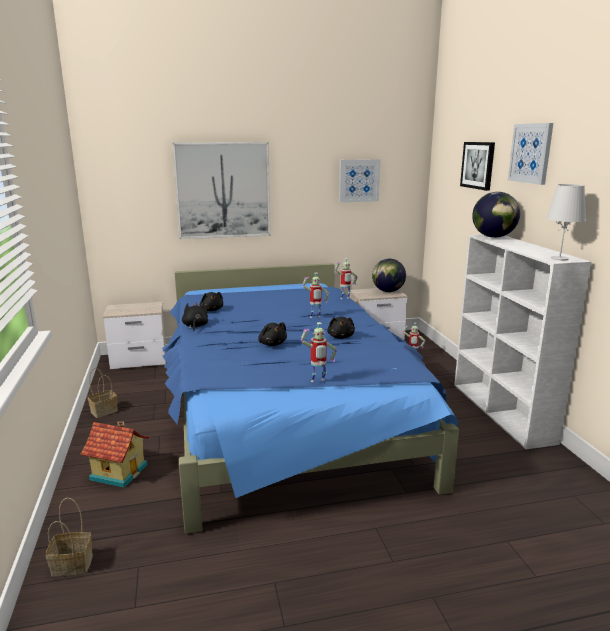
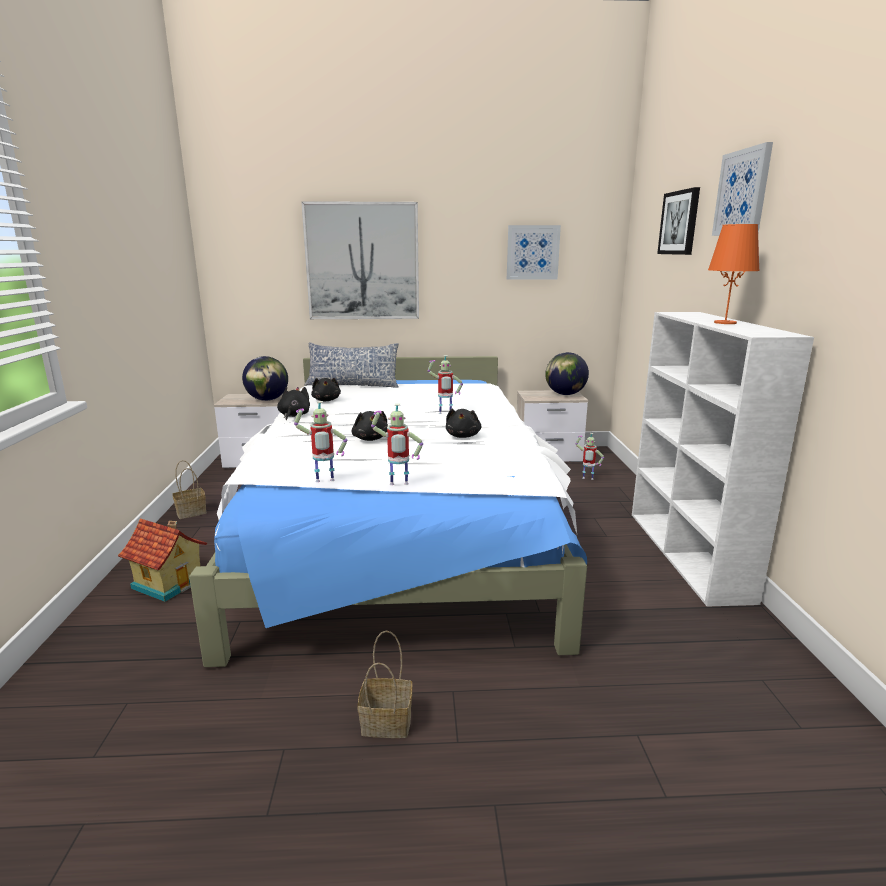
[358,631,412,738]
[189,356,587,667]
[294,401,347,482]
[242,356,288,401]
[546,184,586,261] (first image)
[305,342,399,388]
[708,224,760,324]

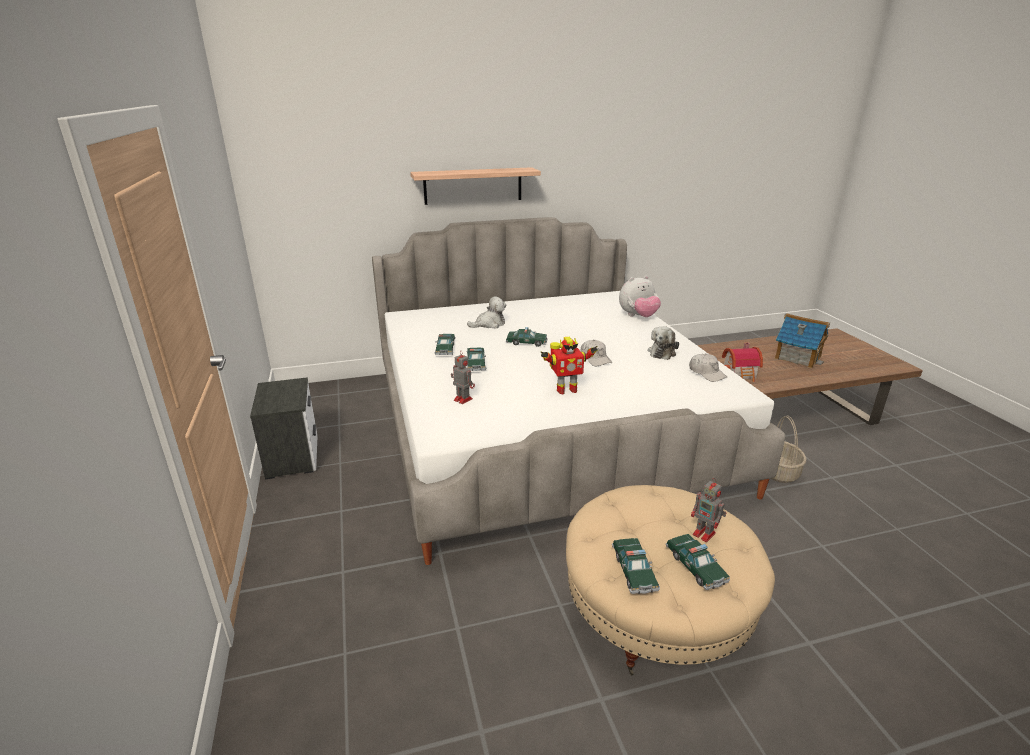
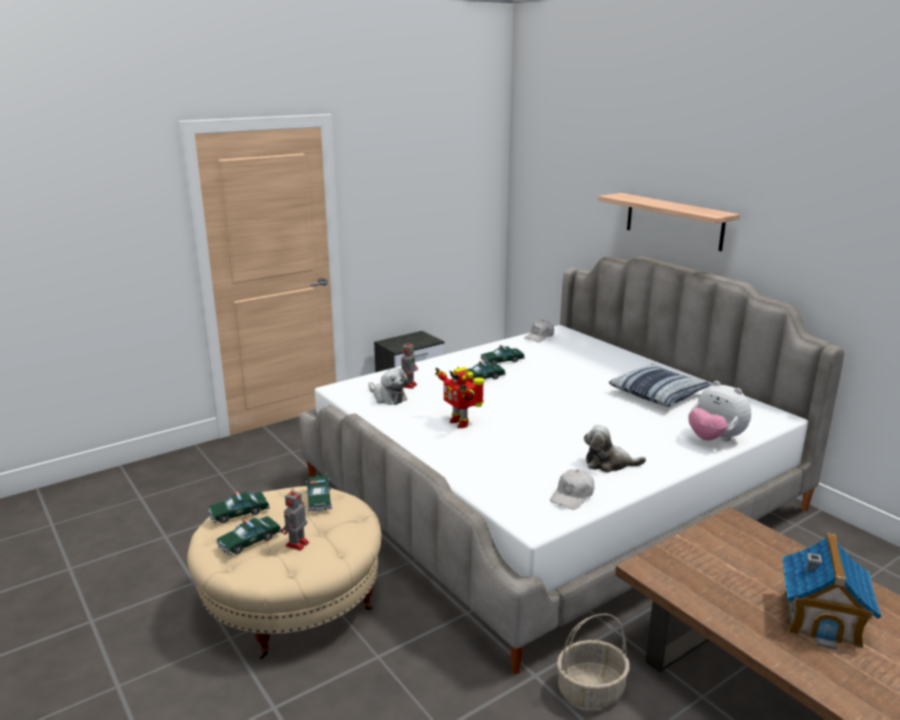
[369,368,408,405]
[306,476,333,511]
[525,320,554,342]
[722,342,763,382] (first image)
[609,364,712,407]

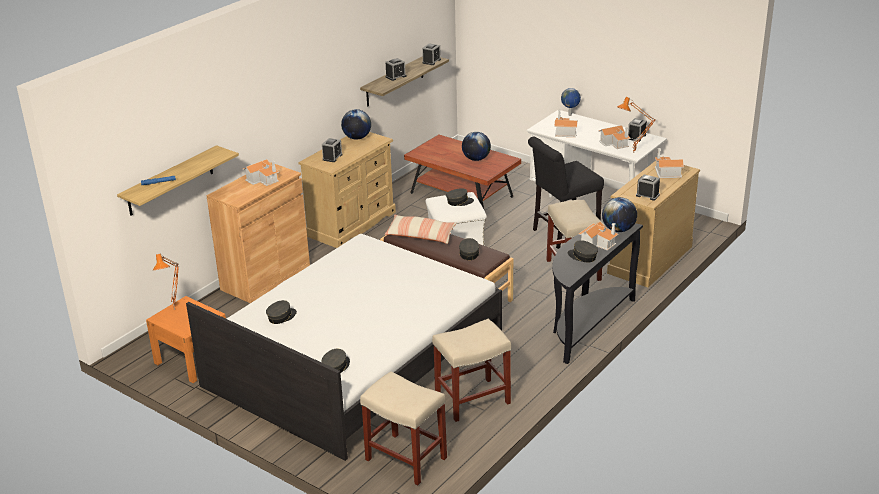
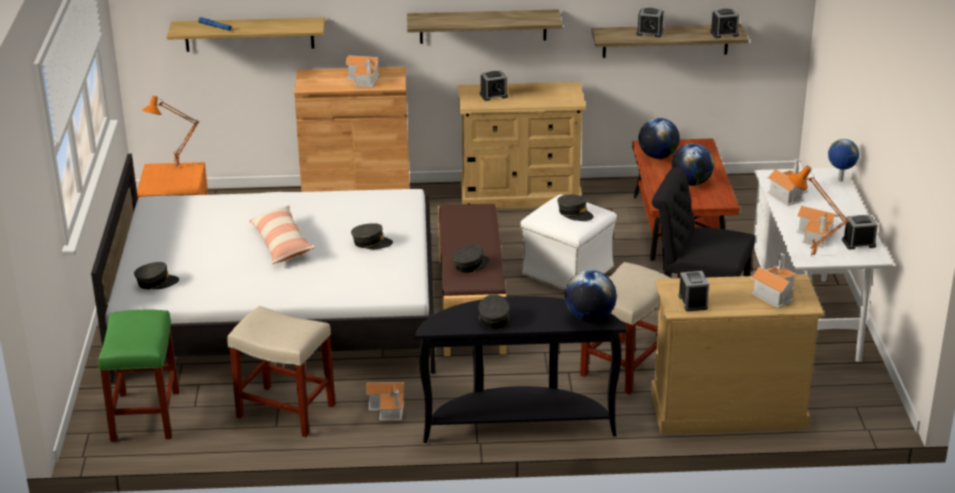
[351,223,393,249]
[639,118,680,159]
[98,309,179,442]
[249,205,315,264]
[366,382,404,421]
[407,9,562,44]

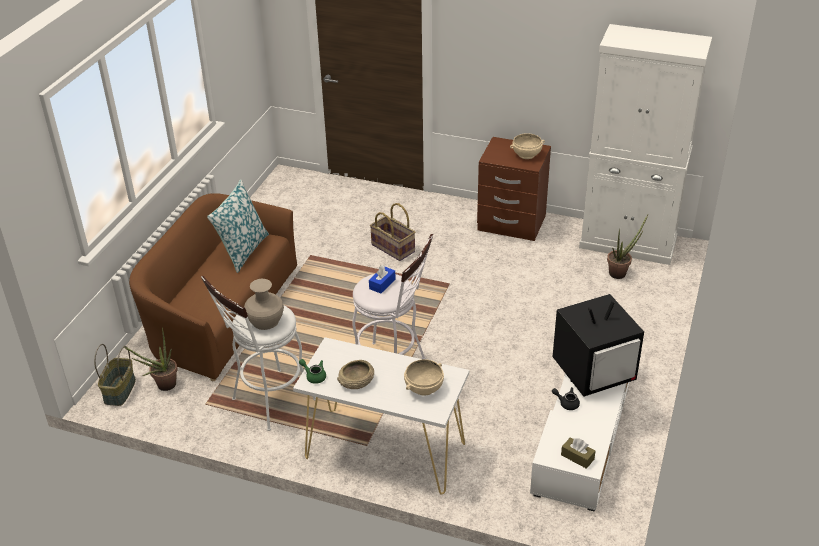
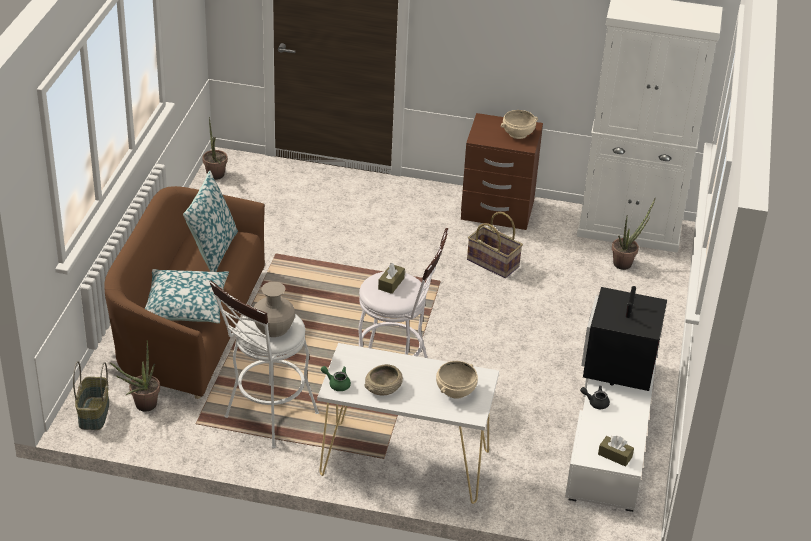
[378,263,405,294]
[467,212,523,278]
[581,286,667,391]
[145,269,229,323]
[202,117,228,180]

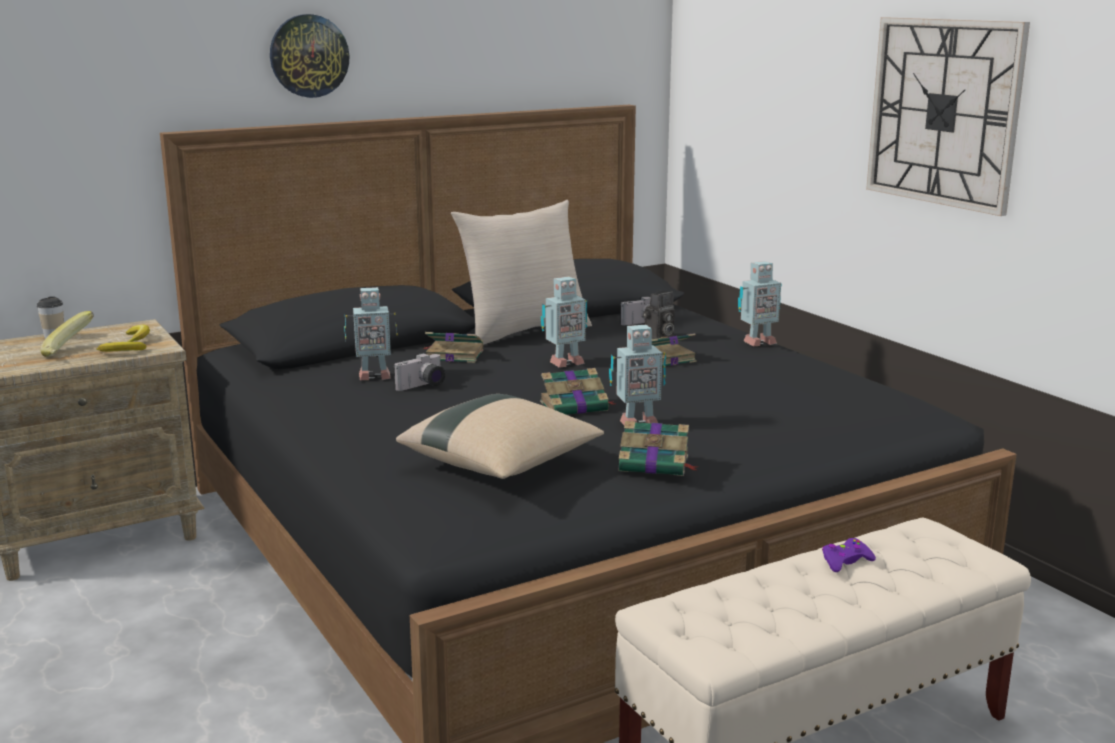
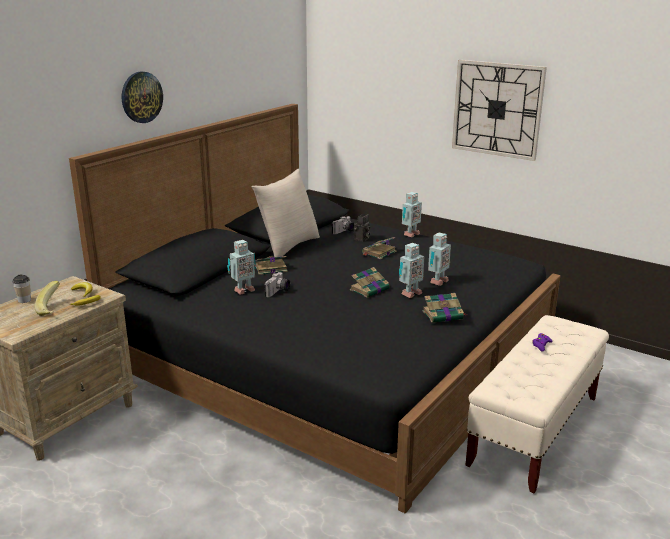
[396,394,604,479] (first image)
[428,232,451,286]

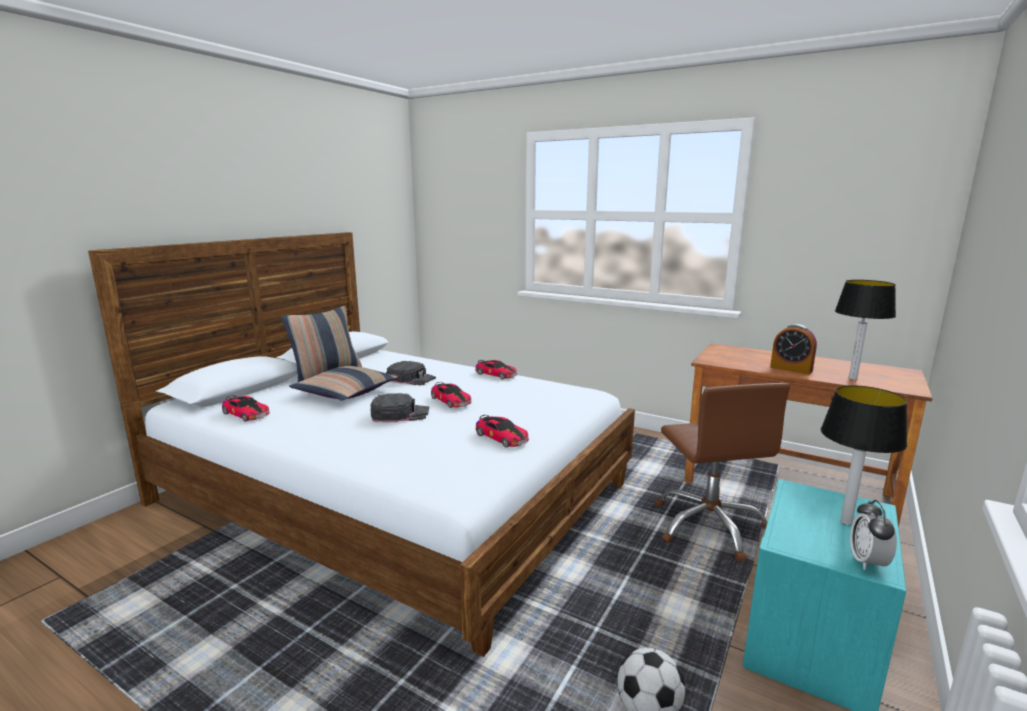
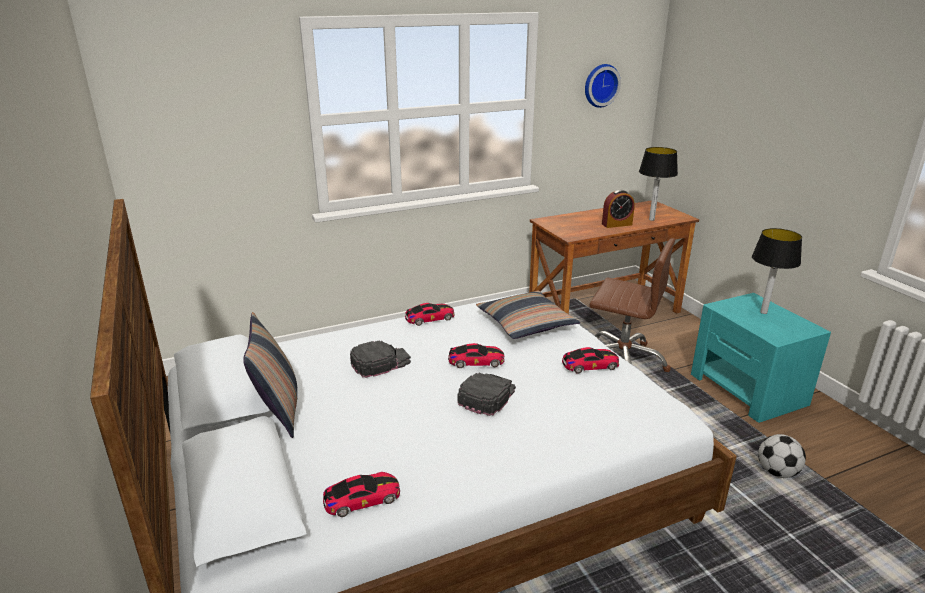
[476,291,580,339]
[850,500,897,570] (first image)
[585,64,621,108]

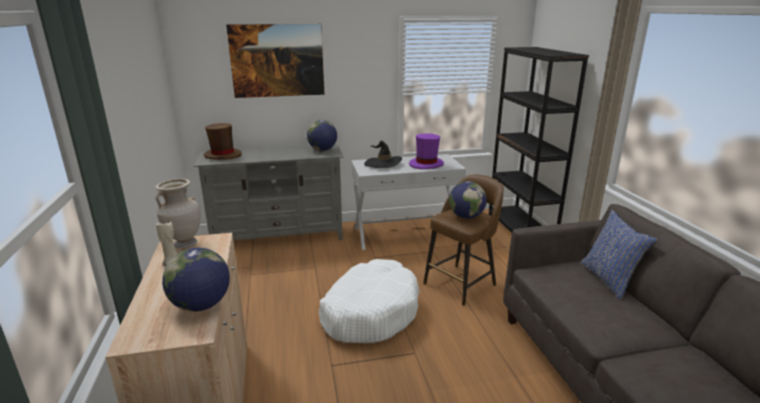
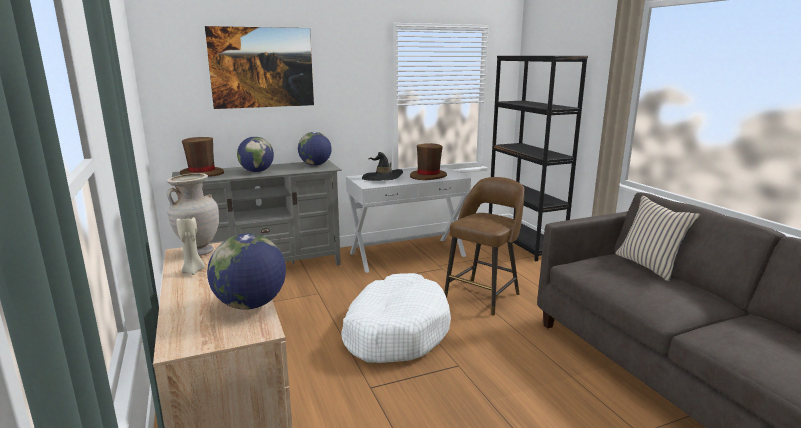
[410,143,447,180]
[237,137,274,172]
[615,196,701,282]

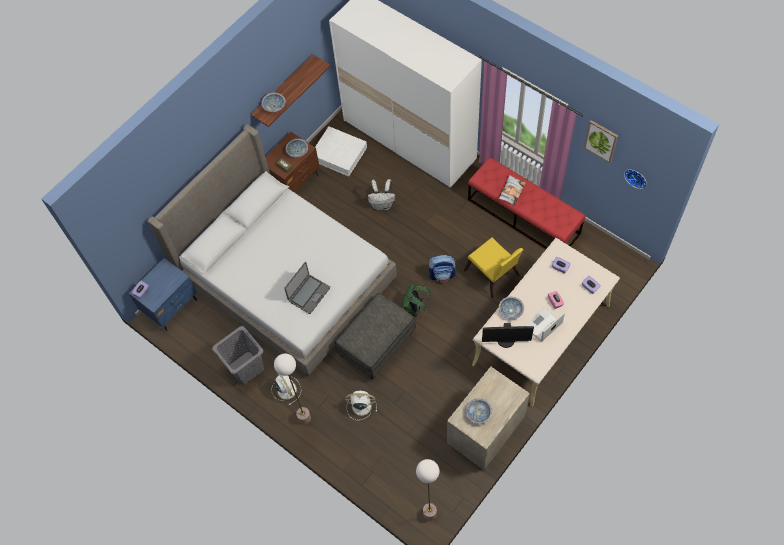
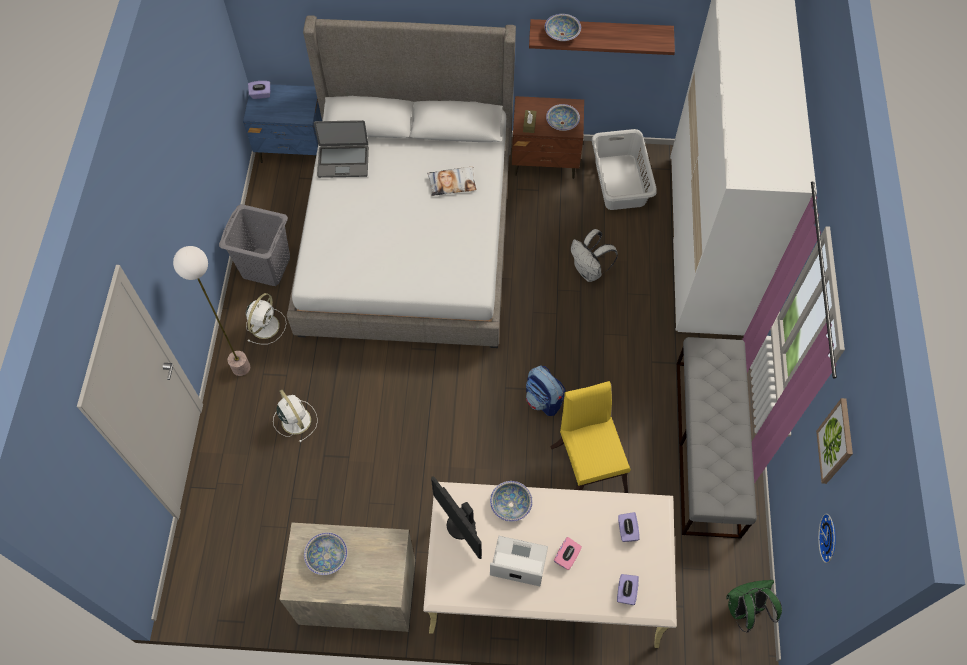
[314,120,369,178]
[592,129,657,210]
[335,293,416,379] (first image)
[726,580,782,633]
[416,459,439,520] (first image)
[550,381,631,493]
[677,337,757,539]
[427,167,476,196]

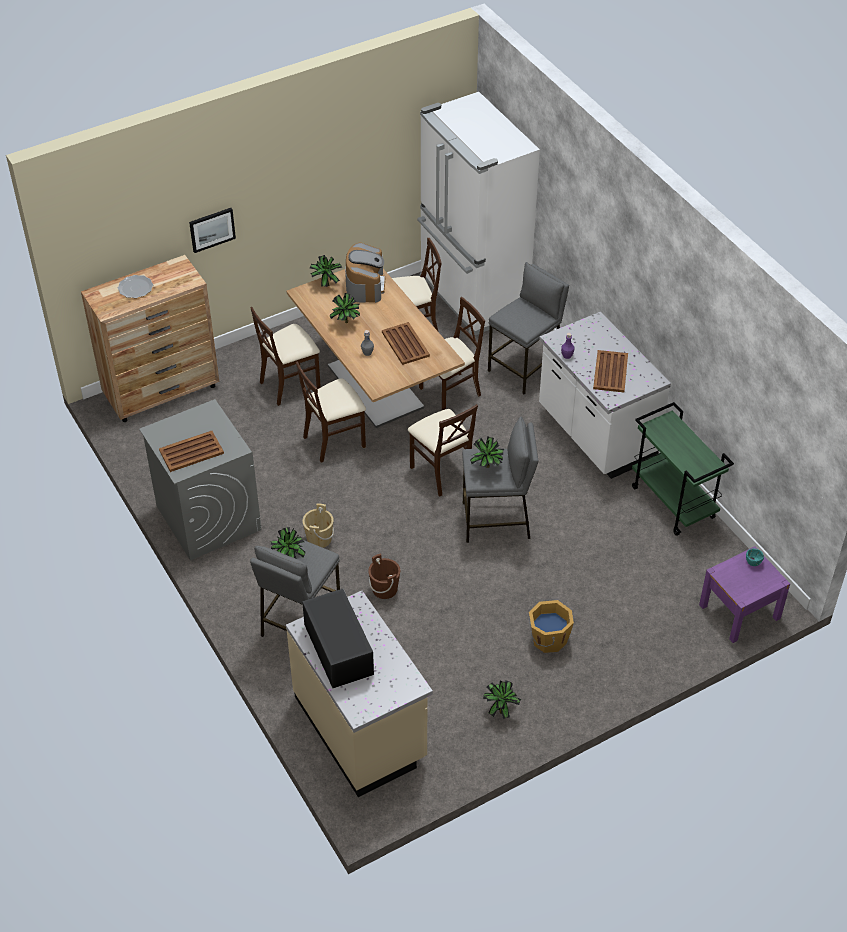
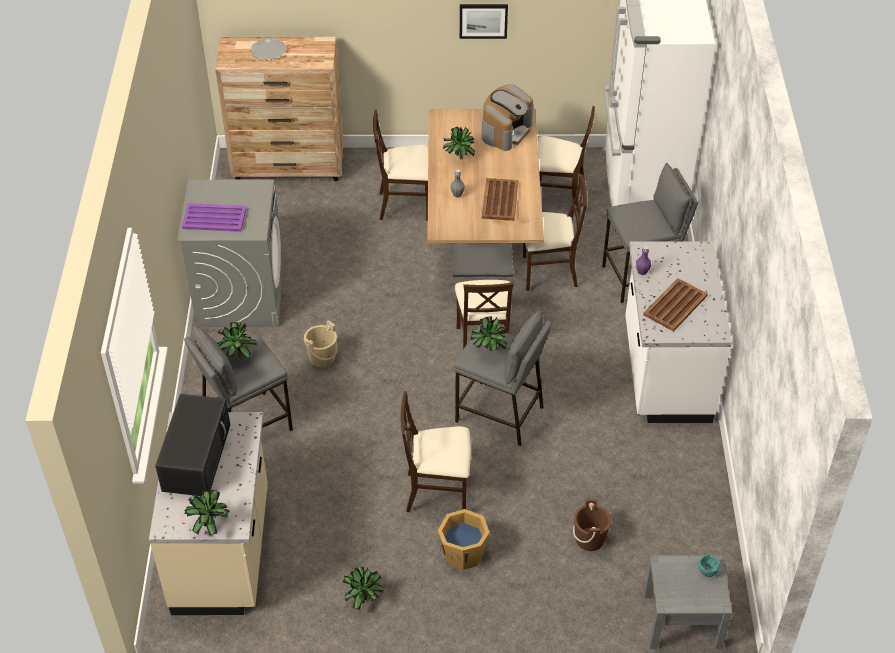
[182,203,247,232]
[460,4,508,39]
[401,391,471,512]
[185,489,230,536]
[573,499,611,551]
[632,402,734,536] (first image)
[644,555,732,649]

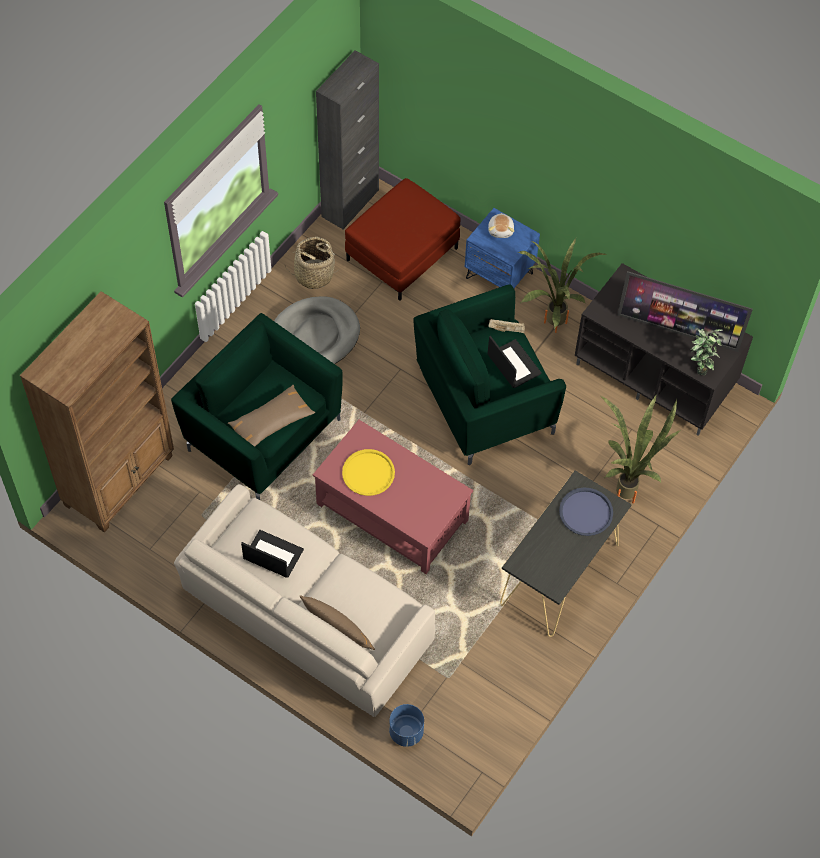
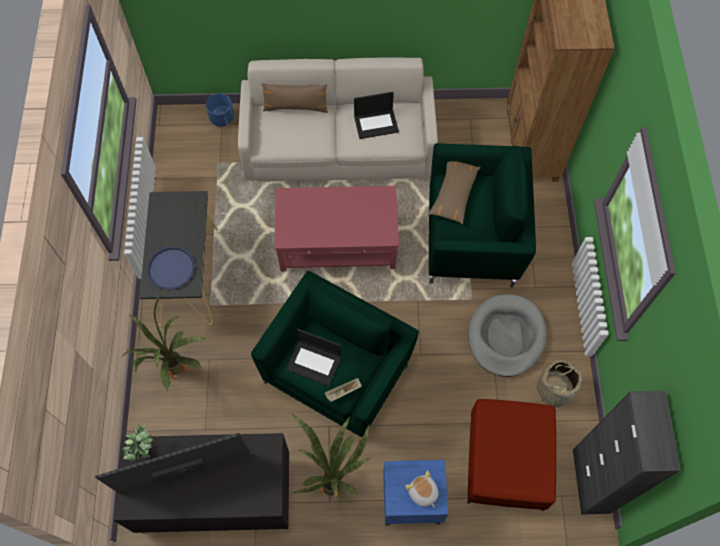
[342,449,395,496] (first image)

